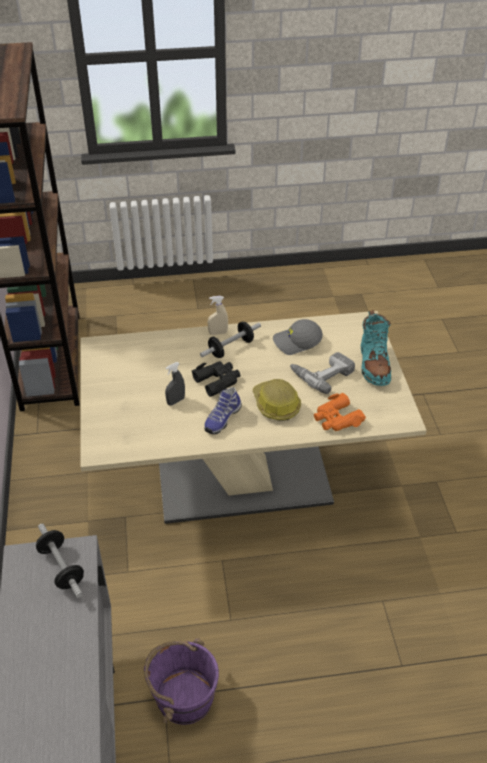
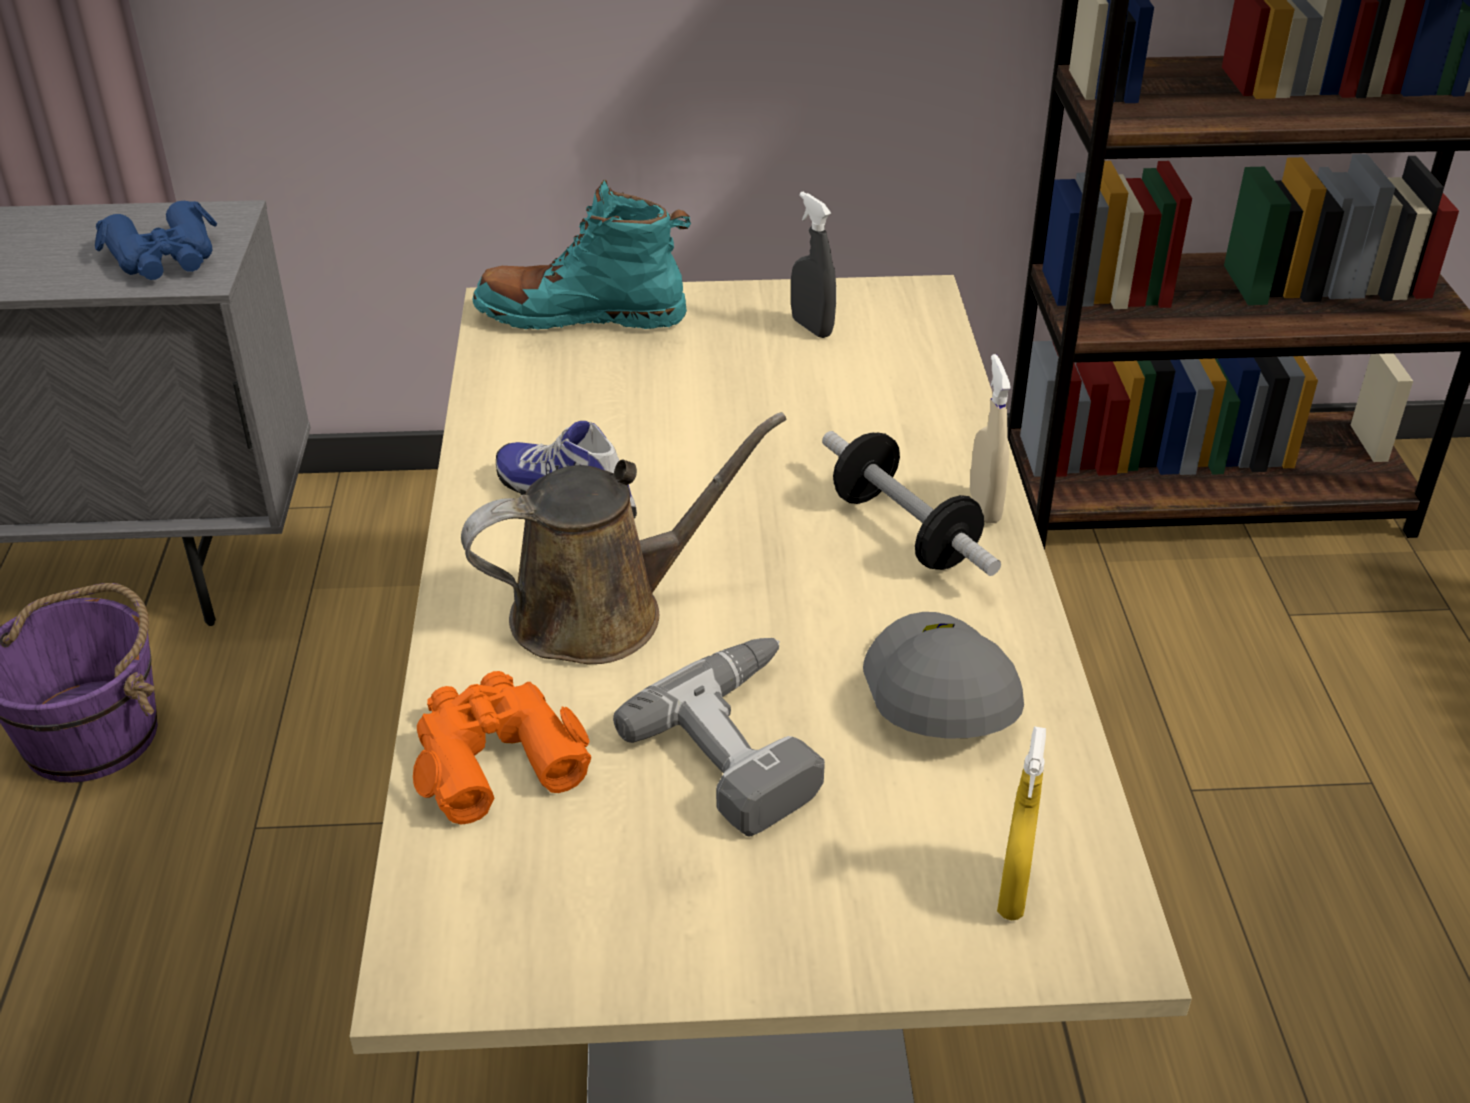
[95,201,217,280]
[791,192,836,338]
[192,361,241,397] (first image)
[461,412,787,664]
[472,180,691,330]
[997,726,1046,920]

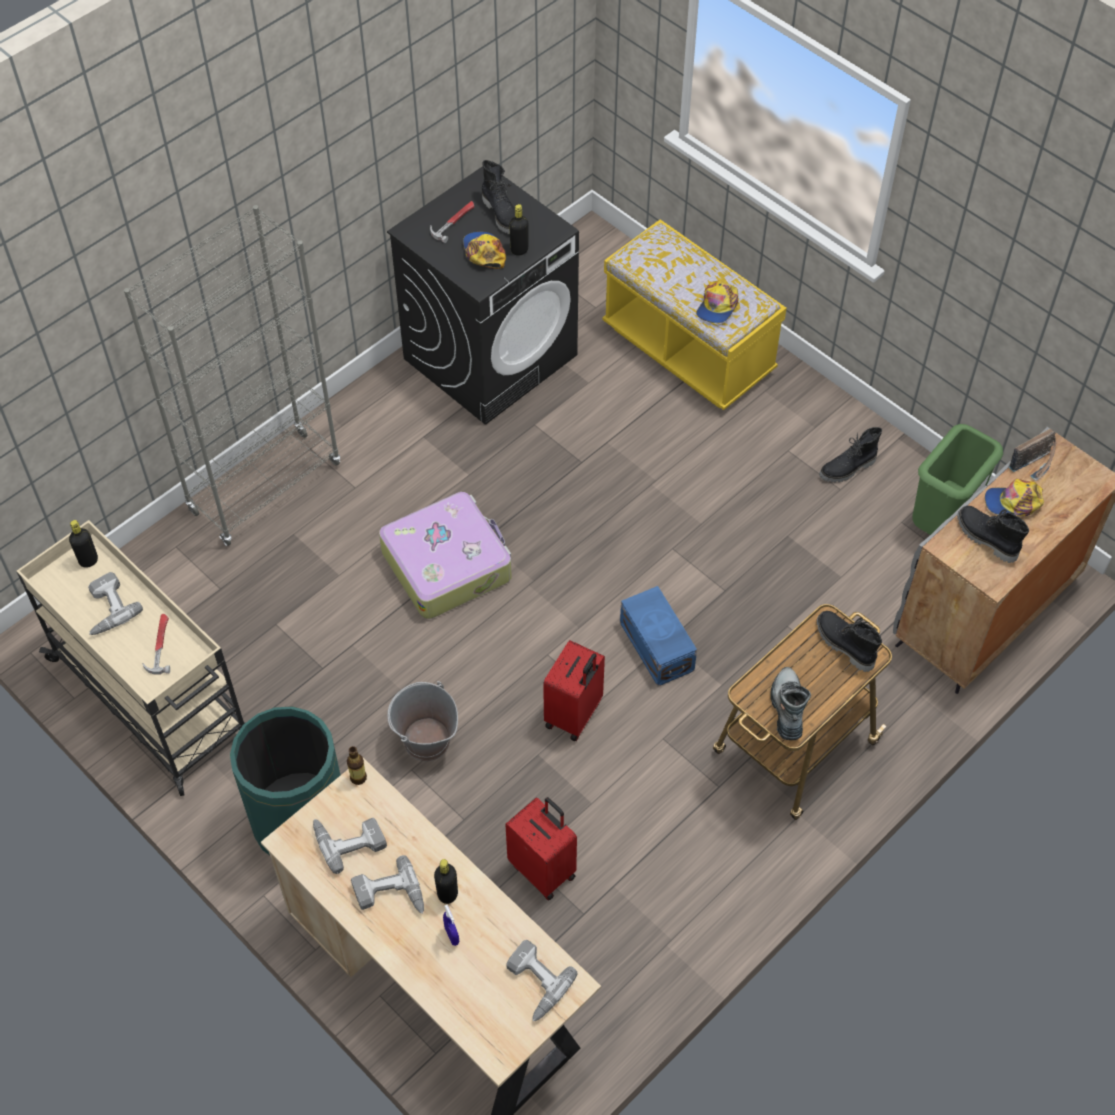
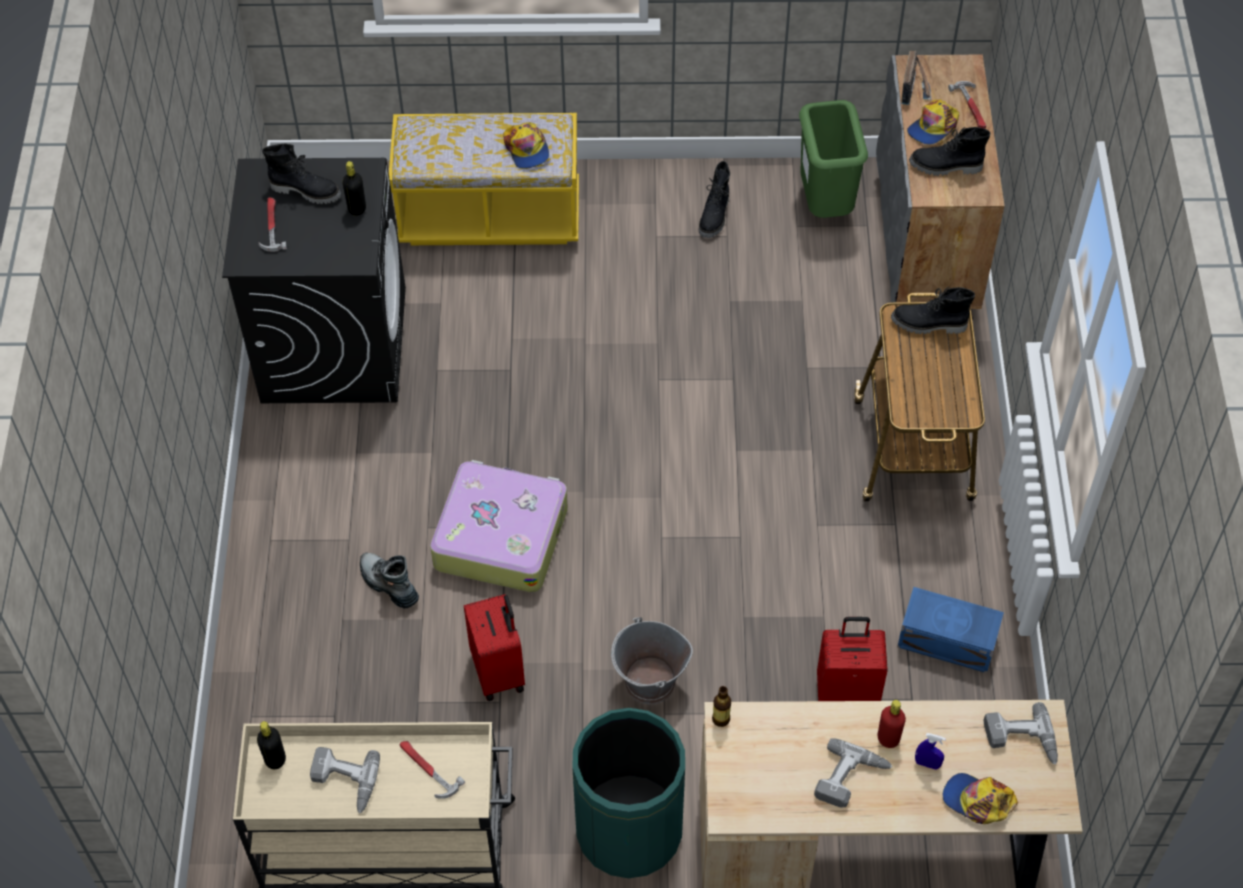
[124,205,340,546] (first image)
[313,818,387,874] (first image)
[877,700,906,748]
[943,773,1018,824]
[464,594,525,701]
[897,587,1004,673]
[360,552,419,608]
[948,81,986,129]

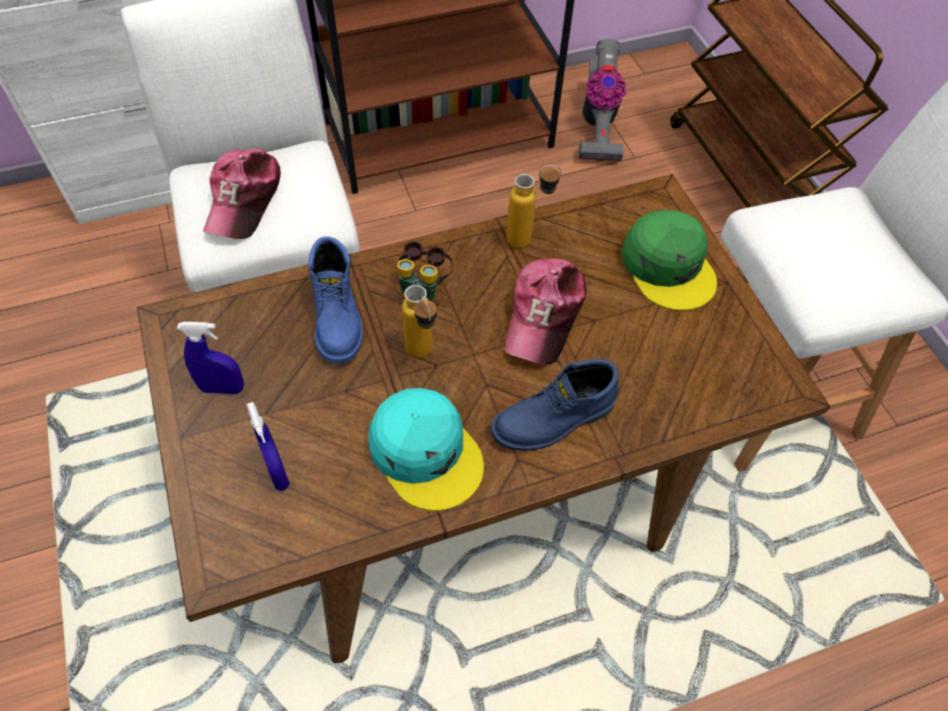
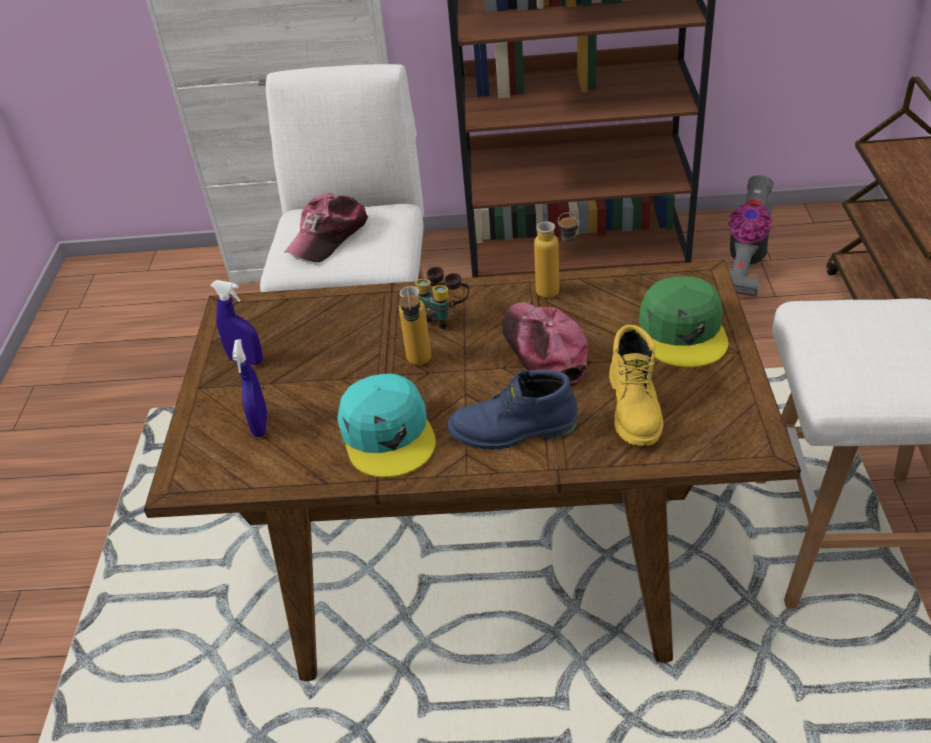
[308,236,363,363] (first image)
[502,302,588,388]
[609,325,663,446]

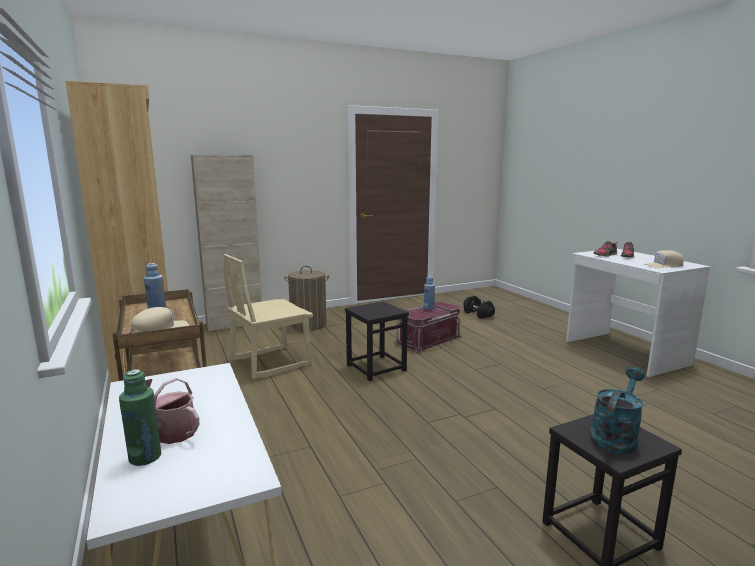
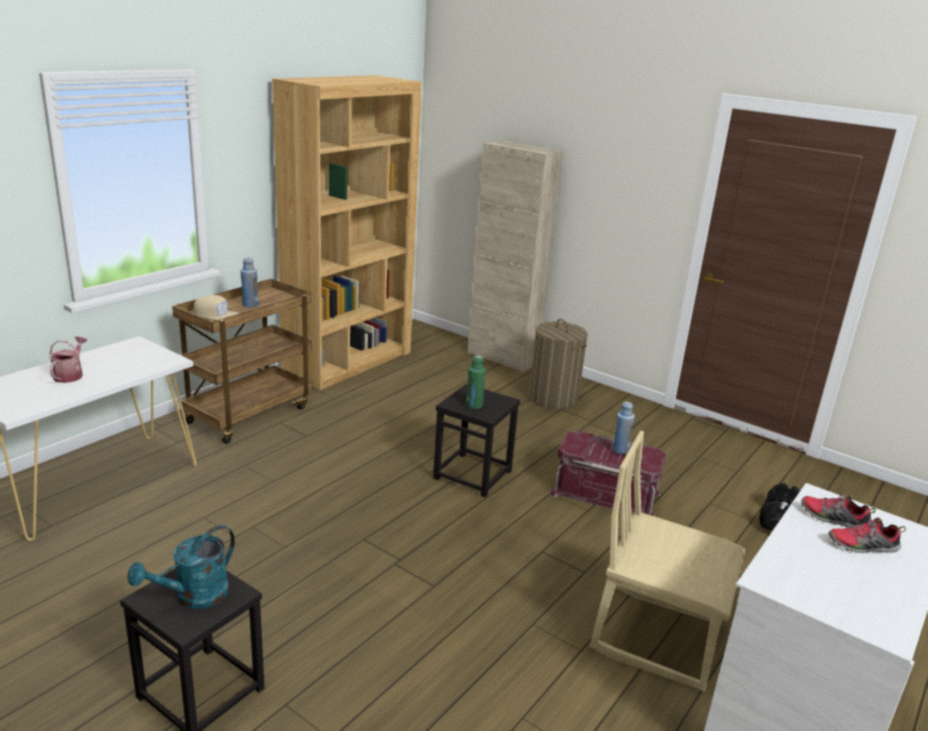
[466,355,486,409]
[589,431,745,692]
[127,525,235,608]
[643,250,683,268] (first image)

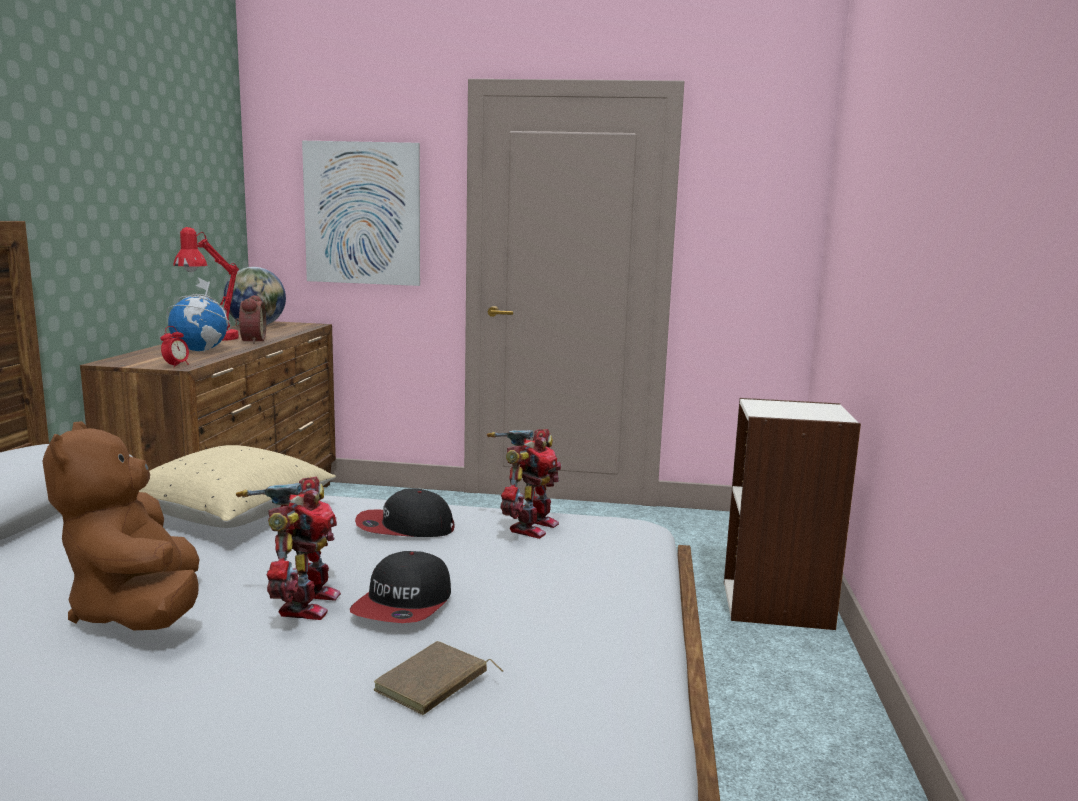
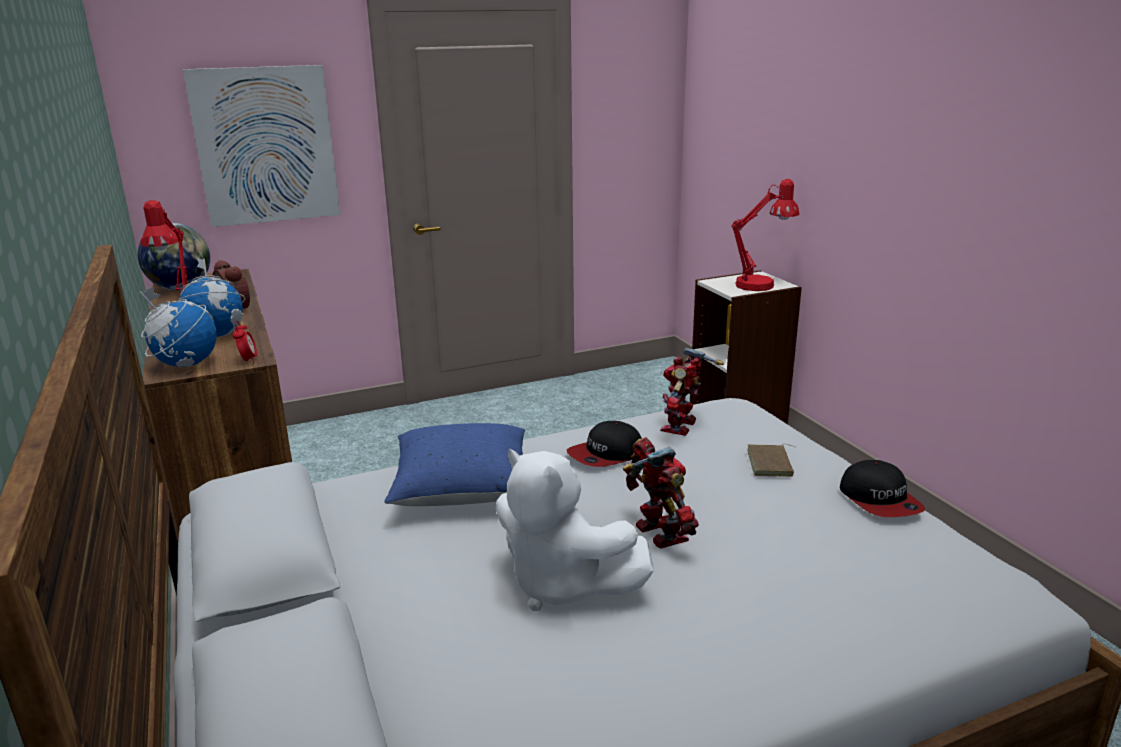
[495,449,654,611]
[384,423,525,506]
[840,460,925,517]
[747,444,795,477]
[660,347,724,436]
[140,287,217,367]
[731,179,800,291]

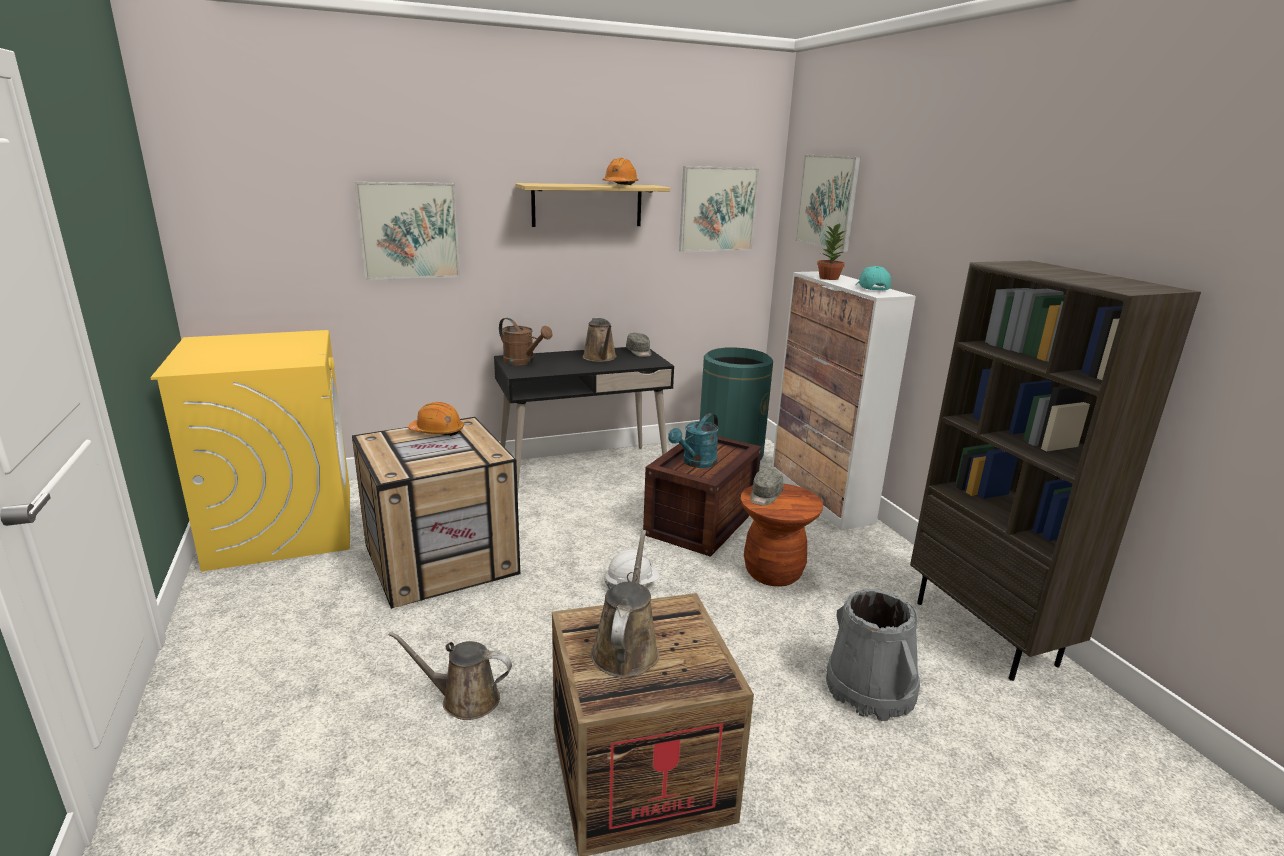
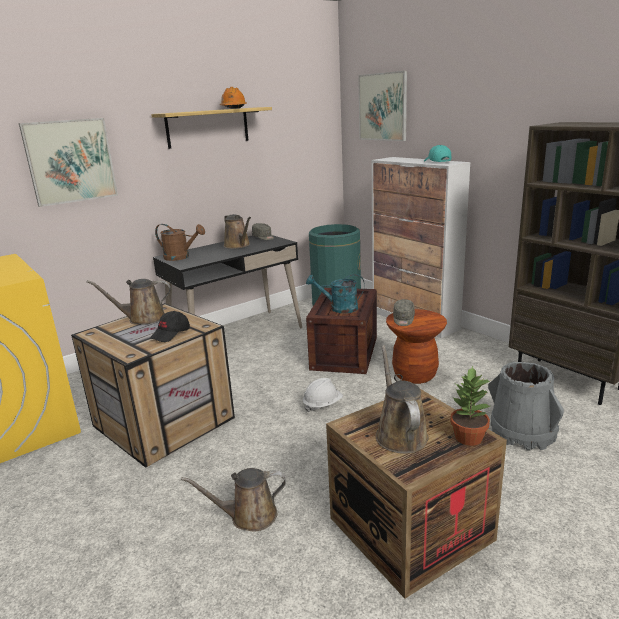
[86,279,171,325]
[306,274,365,313]
[679,166,759,252] (first image)
[450,366,490,446]
[150,311,190,342]

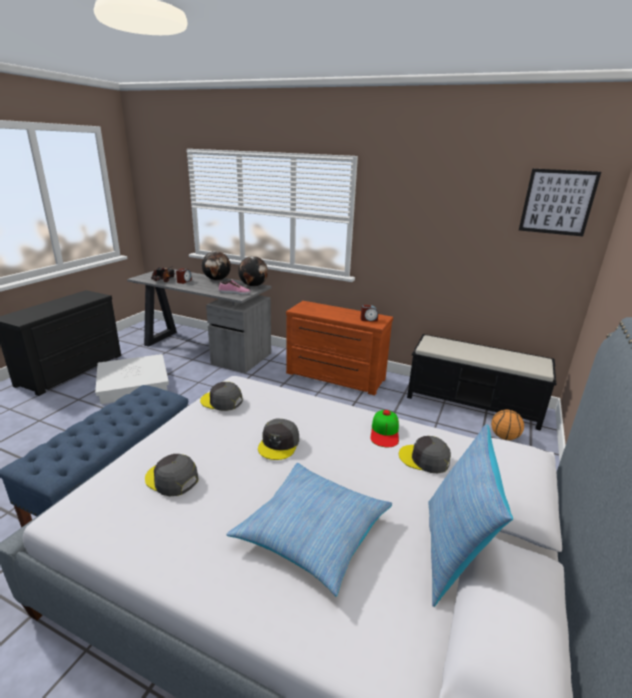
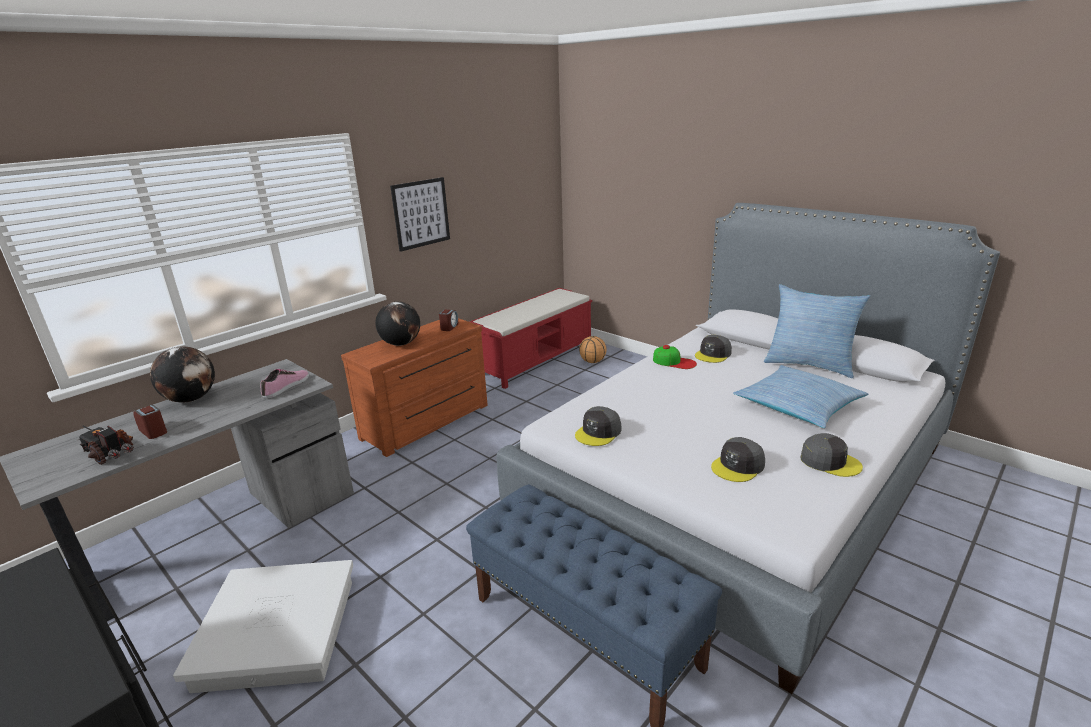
[375,301,420,346]
[801,433,863,477]
[470,288,592,389]
[390,177,450,252]

